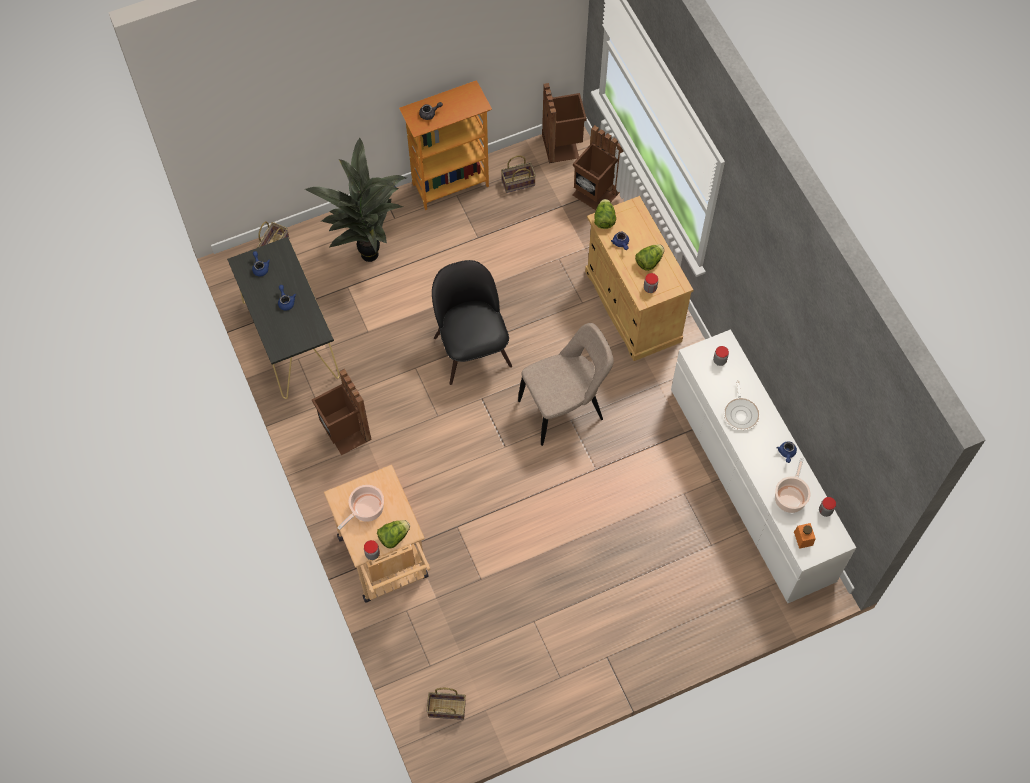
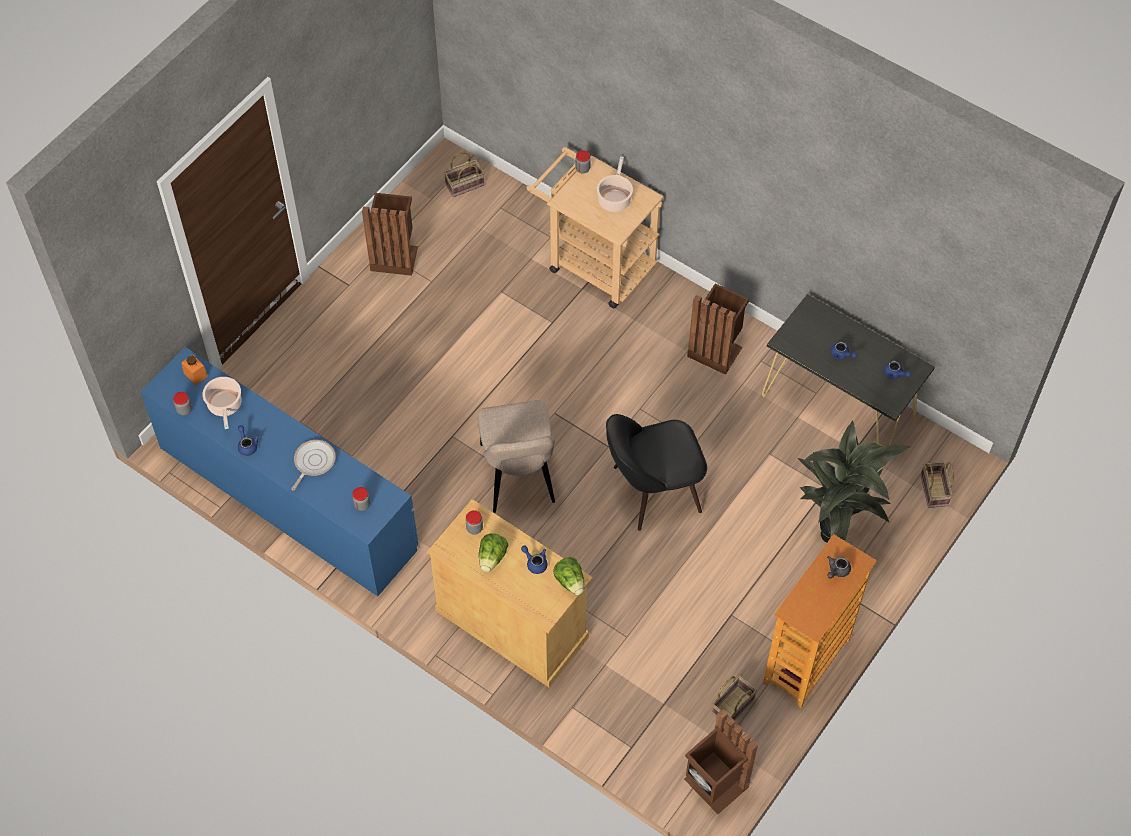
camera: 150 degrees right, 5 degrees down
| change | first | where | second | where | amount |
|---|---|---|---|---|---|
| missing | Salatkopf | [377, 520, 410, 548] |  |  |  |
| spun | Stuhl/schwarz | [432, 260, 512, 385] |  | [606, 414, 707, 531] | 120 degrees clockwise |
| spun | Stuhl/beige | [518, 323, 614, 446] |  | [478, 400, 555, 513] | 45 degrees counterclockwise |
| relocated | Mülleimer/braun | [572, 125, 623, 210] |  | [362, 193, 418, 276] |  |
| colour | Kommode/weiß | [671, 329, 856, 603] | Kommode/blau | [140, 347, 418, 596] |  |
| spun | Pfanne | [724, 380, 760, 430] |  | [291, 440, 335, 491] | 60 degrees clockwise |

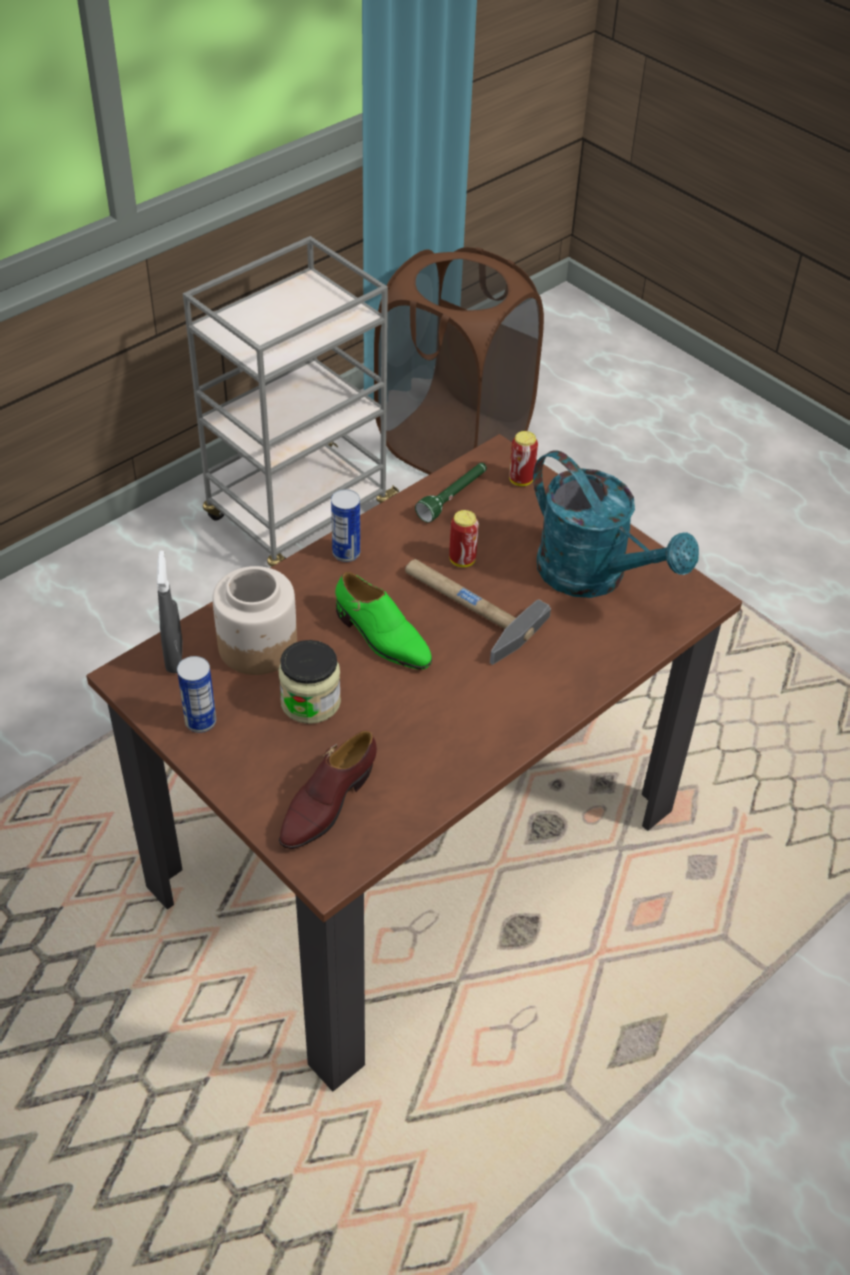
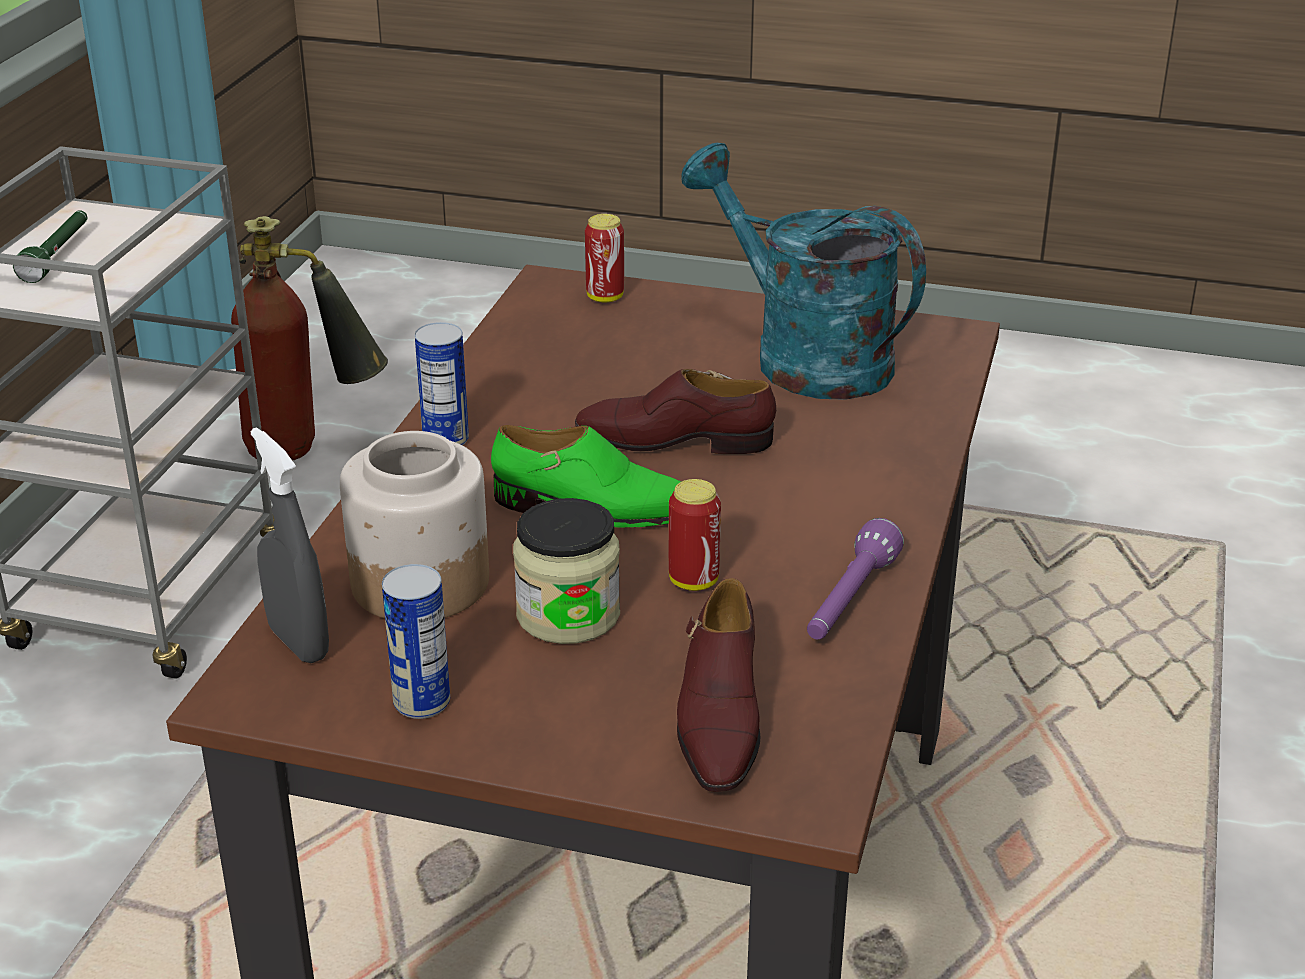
camera: 30 degrees left, 15 degrees down
| change | first | where | second | where | amount |
|---|---|---|---|---|---|
| exchanged | Wäschekorb/braun | [374, 247, 544, 475] | Feuerlöscher | [231, 216, 388, 461] |  |
| exchanged | Hammer | [405, 559, 551, 665] | Schuh/braun | [575, 369, 776, 454] |  |
| relocated | Taschenlampe/grün | [415, 463, 487, 522] |  | [13, 210, 87, 283] |  |
| relocated | Dose | [449, 510, 479, 567] |  | [669, 479, 721, 591] |  |
| spun | Gießkanne/türkis | [533, 450, 699, 598] |  | [681, 143, 926, 400] | 150 degrees counterclockwise |
| appeared |  |  | Taschenlampe/lila | [807, 518, 904, 639] |  |

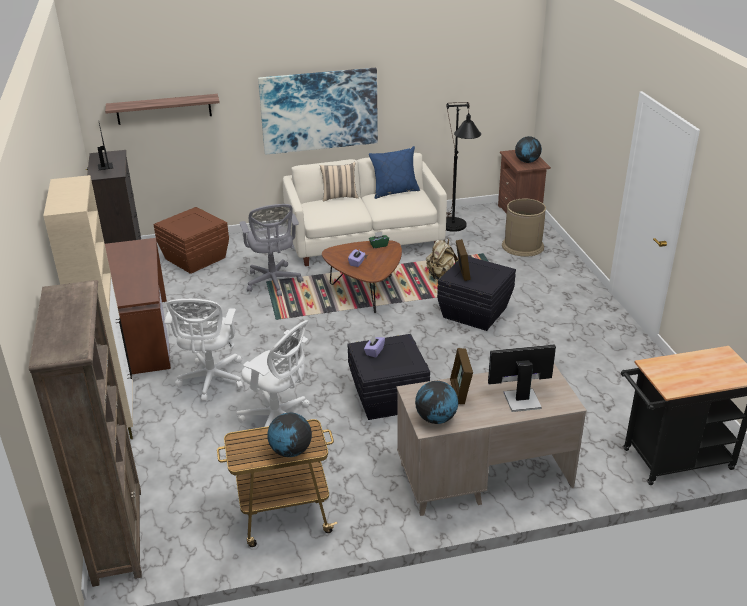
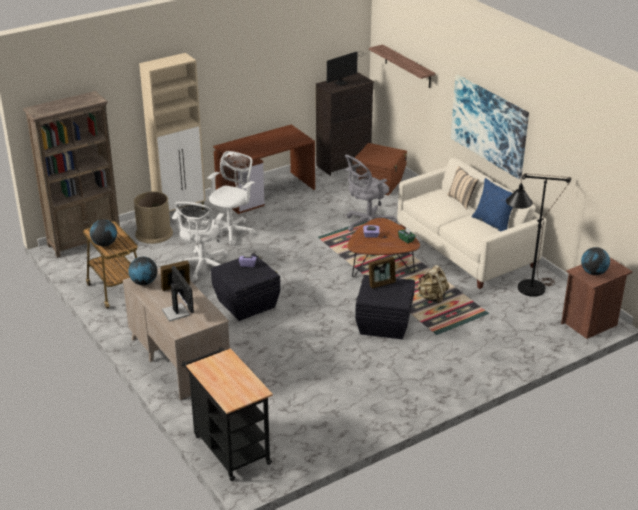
camera: 70 degrees right, 0 degrees up
| change | first | where | second | where | amount |
|---|---|---|---|---|---|
| spun | Bürostuhl/weiß | [164, 299, 243, 402] |  | [207, 151, 256, 246] | 135 degrees clockwise |
| relocated | Mülleimer/braun | [502, 199, 546, 257] |  | [134, 191, 173, 244] |  |

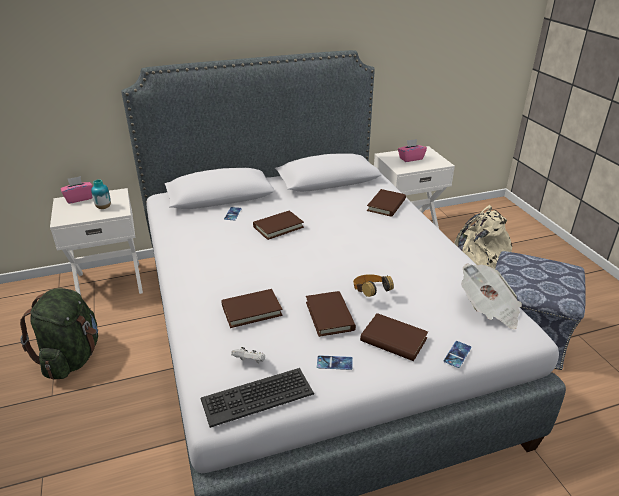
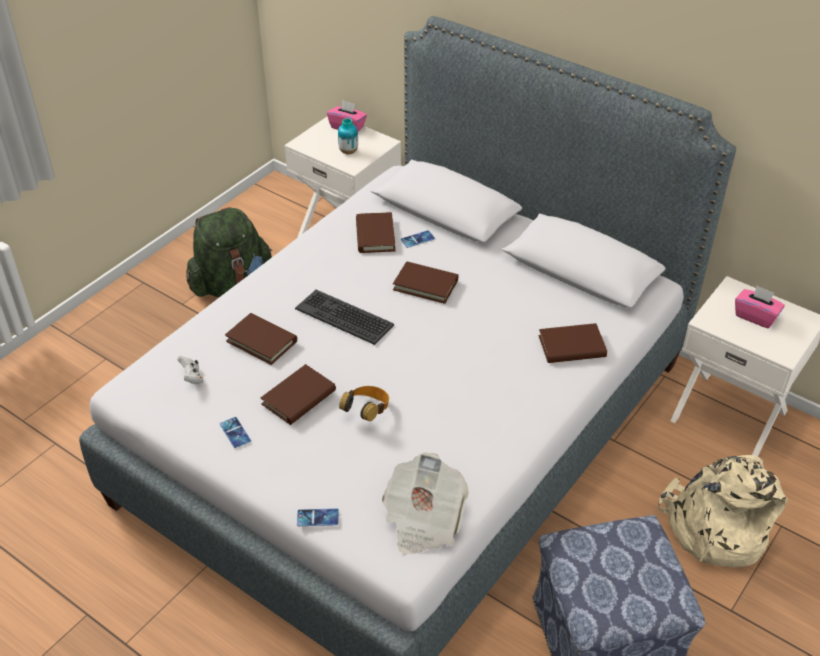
camera: 55 degrees right, 10 degrees up
| change | first | where | second | where | amount |
|---|---|---|---|---|---|
| relocated | Tastatur | [201, 368, 314, 428] |  | [295, 290, 394, 345] |  |
| relocated | Buch/braun | [360, 313, 428, 361] |  | [356, 212, 395, 253] |  |

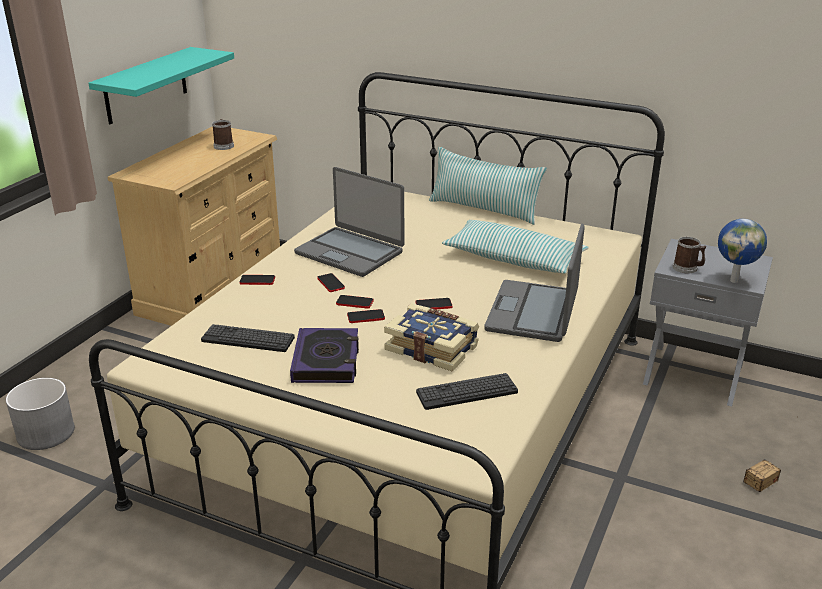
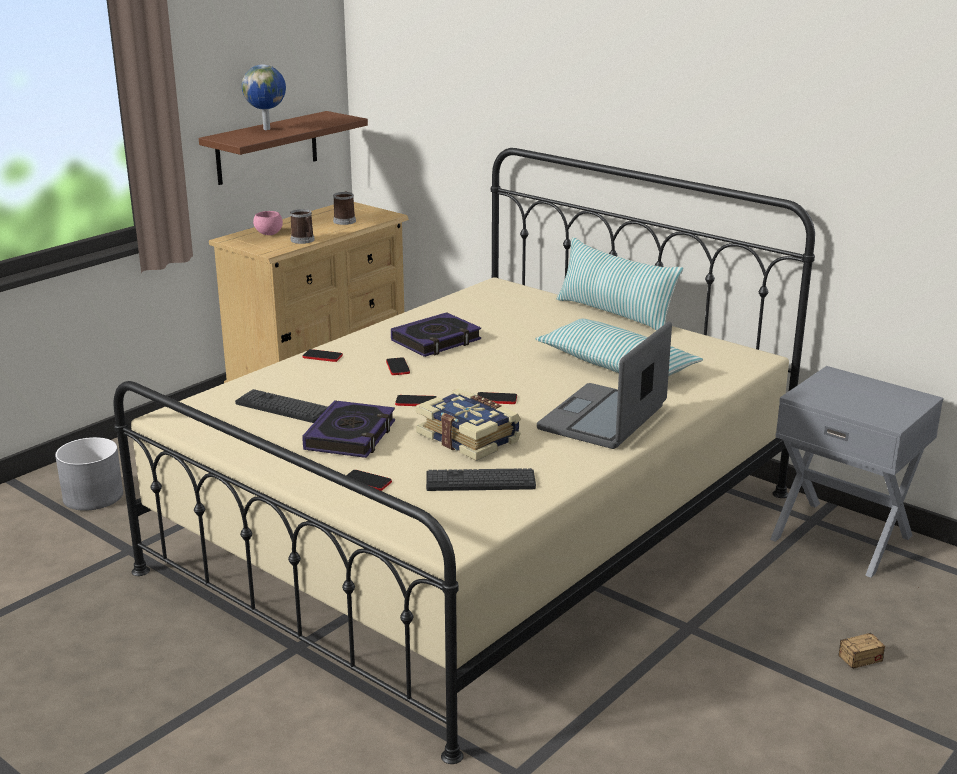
camera: 15 degrees right, 5 degrees down
| change | first | where | second | where | amount |
|---|---|---|---|---|---|
| colour | Wandregal/türkis | [88, 47, 234, 124] | Wandregal/braun | [199, 111, 368, 185] |  |
| exchanged | Laptop | [294, 167, 404, 277] | Buch | [391, 312, 481, 357] |  |
| relocated | Handy | [336, 295, 374, 309] |  | [346, 470, 392, 491] |  |
| relocated | Henkelbecher | [672, 237, 706, 273] |  | [290, 209, 314, 244] |  |
| relocated | Globus | [718, 219, 767, 283] |  | [242, 65, 286, 130] |  |
| appeared |  |  | Schüssel/rosa | [253, 211, 283, 235] |  |

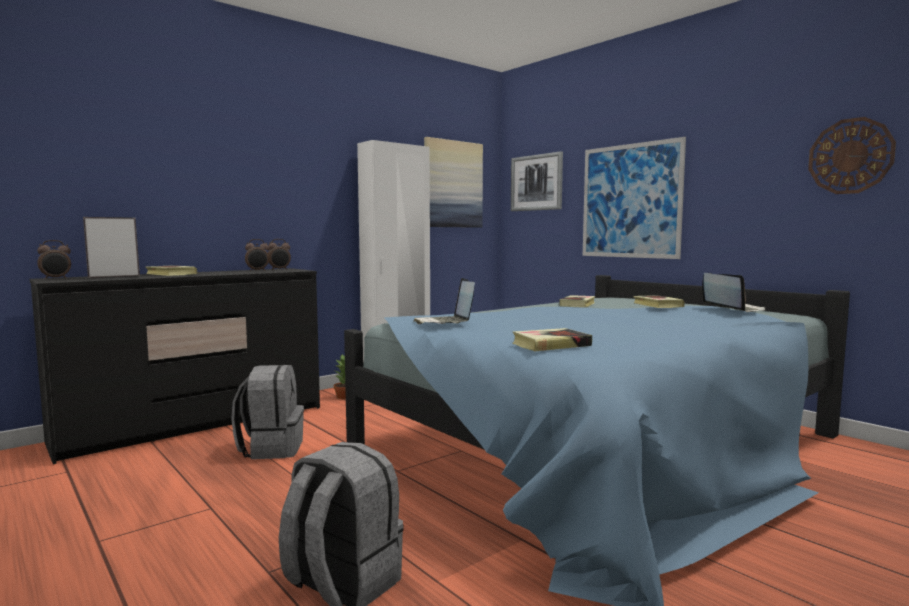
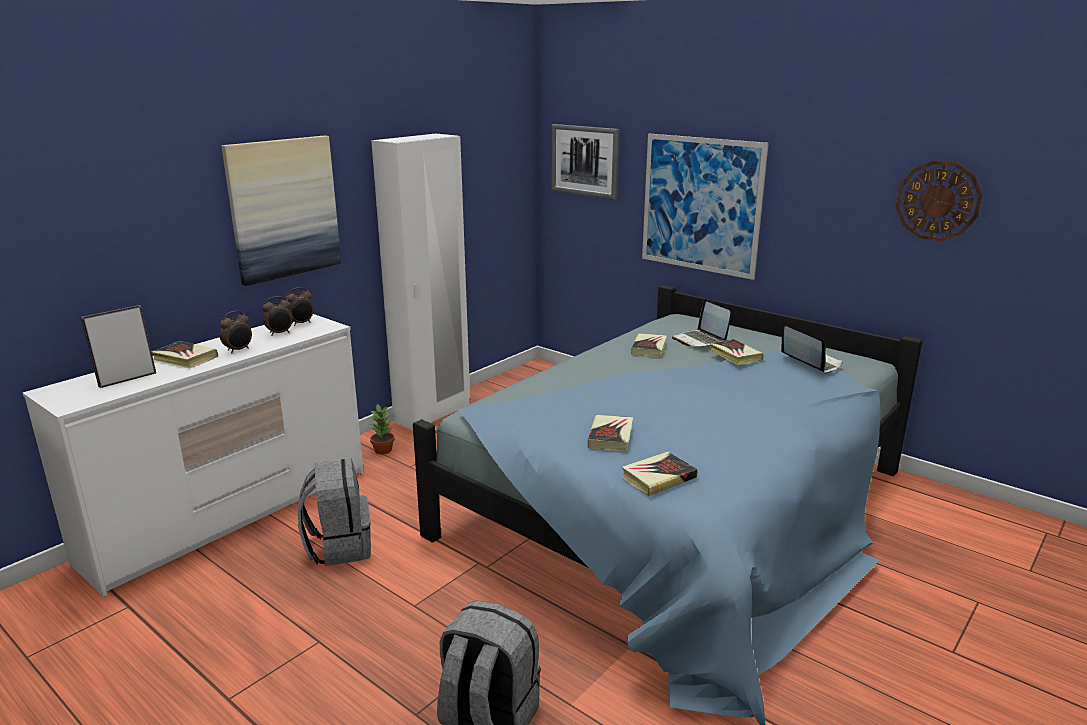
camera: 10 degrees left, 15 degrees up
| change | first | where | second | where | amount |
|---|---|---|---|---|---|
| colour | Kommode/schwarz | [30, 268, 320, 464] | Kommode/weiß | [23, 314, 364, 597] |  |
| relocated | Wecker | [37, 240, 71, 279] |  | [220, 311, 252, 353] |  |
| relocated | Laptop | [413, 278, 475, 324] |  | [672, 299, 731, 347] |  |
| relocated | Bild | [424, 137, 483, 228] |  | [221, 136, 341, 286] |  |
| appeared |  |  | Buch | [588, 415, 633, 452] |  |

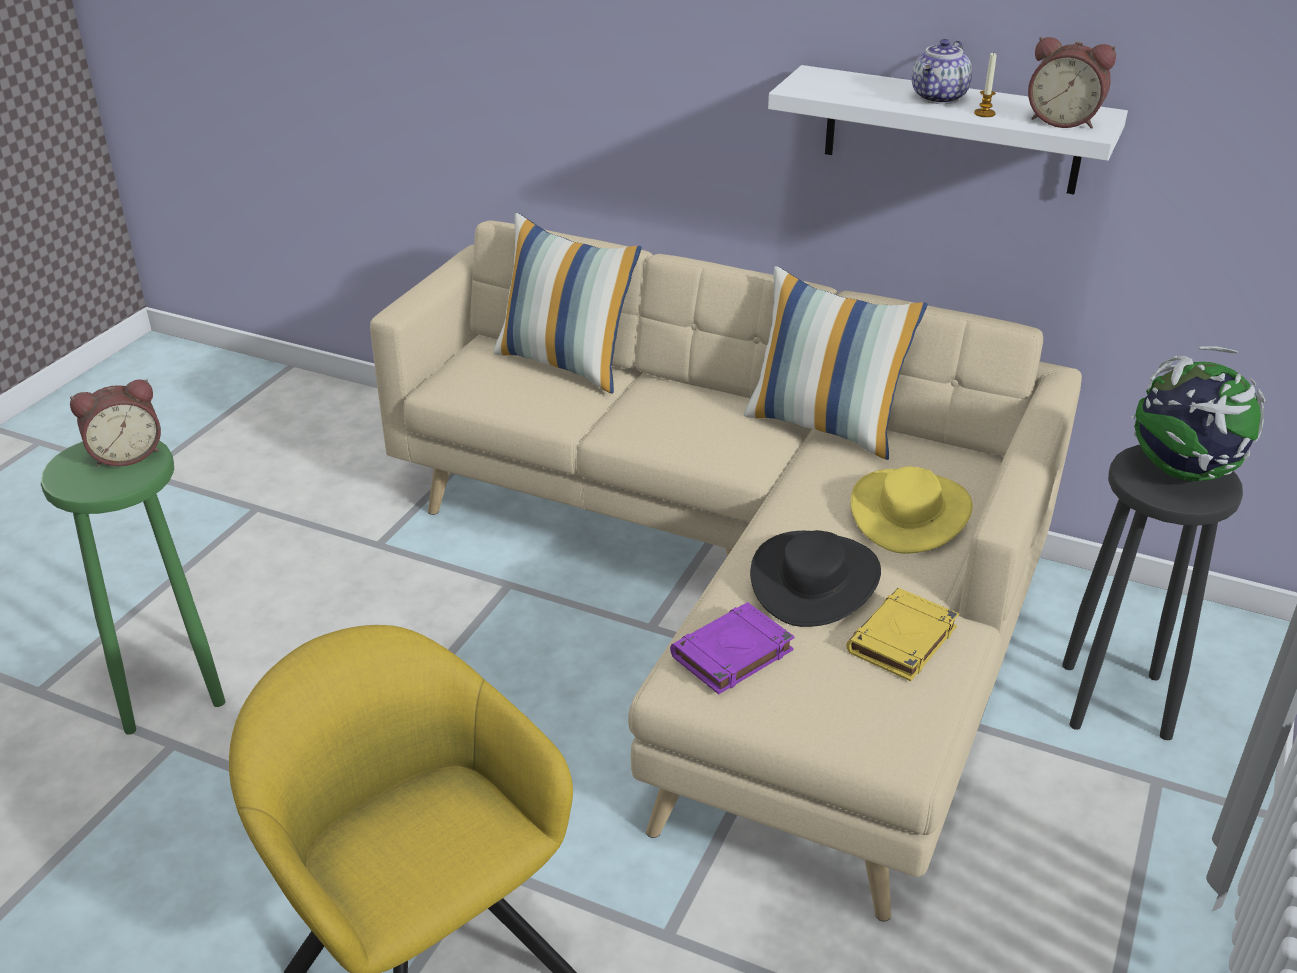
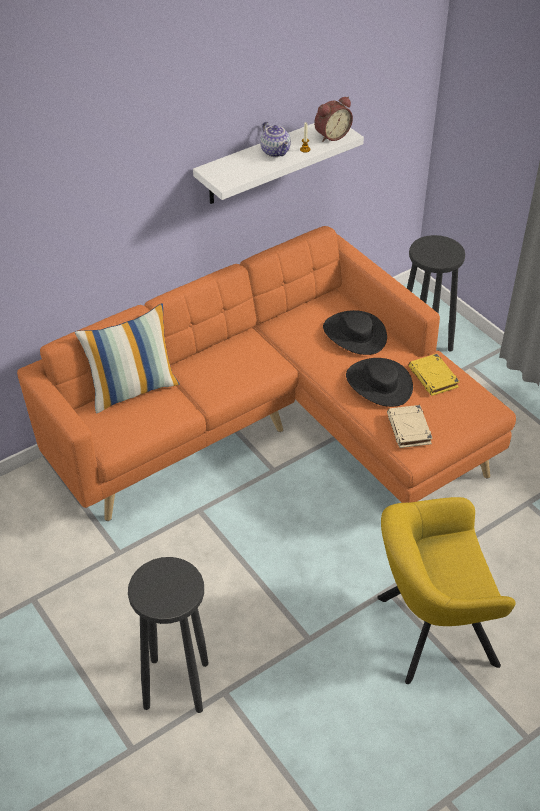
camera: 60 degrees left, 10 degrees up
| change | first | where | second | where | amount |
|---|---|---|---|---|---|
| colour | Hocker/grün | [41, 440, 226, 735] | Hocker/schwarz | [128, 557, 208, 713] |  |
| missing | Wecker | [70, 379, 161, 467] |  |  |  |
| colour | Sofa/beige | [370, 220, 1082, 922] | Sofa/orange | [17, 226, 516, 521] |  |
| colour | Buch/lila | [670, 602, 795, 695] | Buch/beige | [387, 405, 433, 448] |  |
| missing | Kissen | [744, 266, 928, 460] |  |  |  |
| colour | Hut/gelb | [851, 466, 973, 554] | Hut/schwarz | [323, 310, 387, 355] |  |
| missing | Globus | [1131, 346, 1266, 481] |  |  |  |

